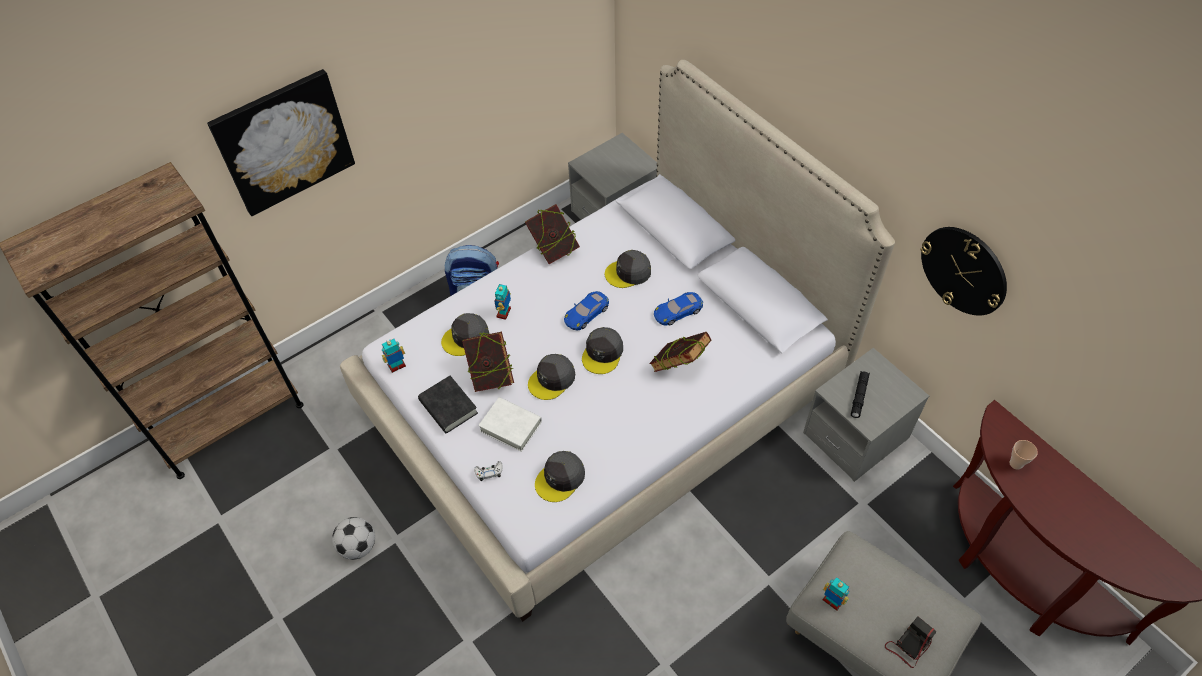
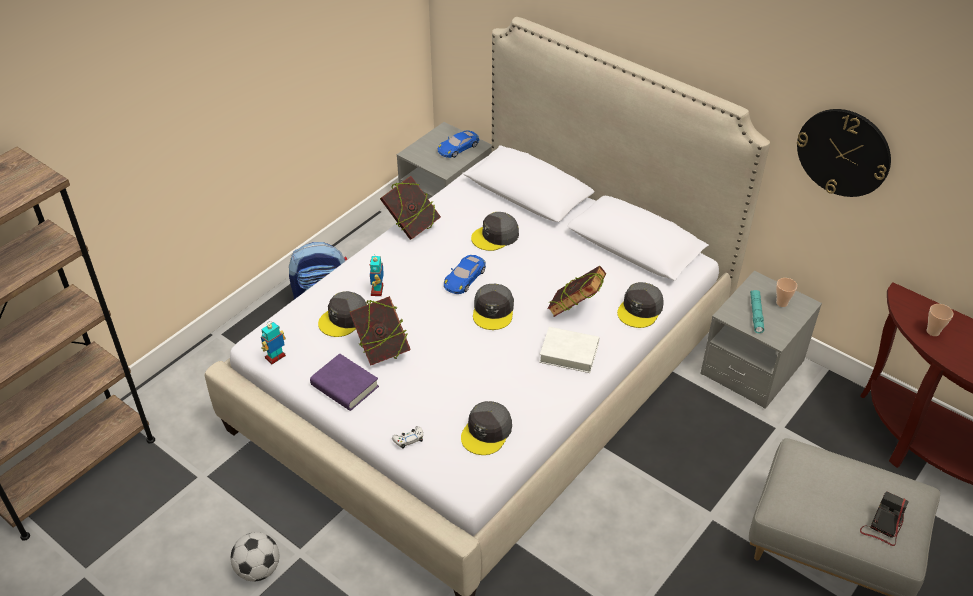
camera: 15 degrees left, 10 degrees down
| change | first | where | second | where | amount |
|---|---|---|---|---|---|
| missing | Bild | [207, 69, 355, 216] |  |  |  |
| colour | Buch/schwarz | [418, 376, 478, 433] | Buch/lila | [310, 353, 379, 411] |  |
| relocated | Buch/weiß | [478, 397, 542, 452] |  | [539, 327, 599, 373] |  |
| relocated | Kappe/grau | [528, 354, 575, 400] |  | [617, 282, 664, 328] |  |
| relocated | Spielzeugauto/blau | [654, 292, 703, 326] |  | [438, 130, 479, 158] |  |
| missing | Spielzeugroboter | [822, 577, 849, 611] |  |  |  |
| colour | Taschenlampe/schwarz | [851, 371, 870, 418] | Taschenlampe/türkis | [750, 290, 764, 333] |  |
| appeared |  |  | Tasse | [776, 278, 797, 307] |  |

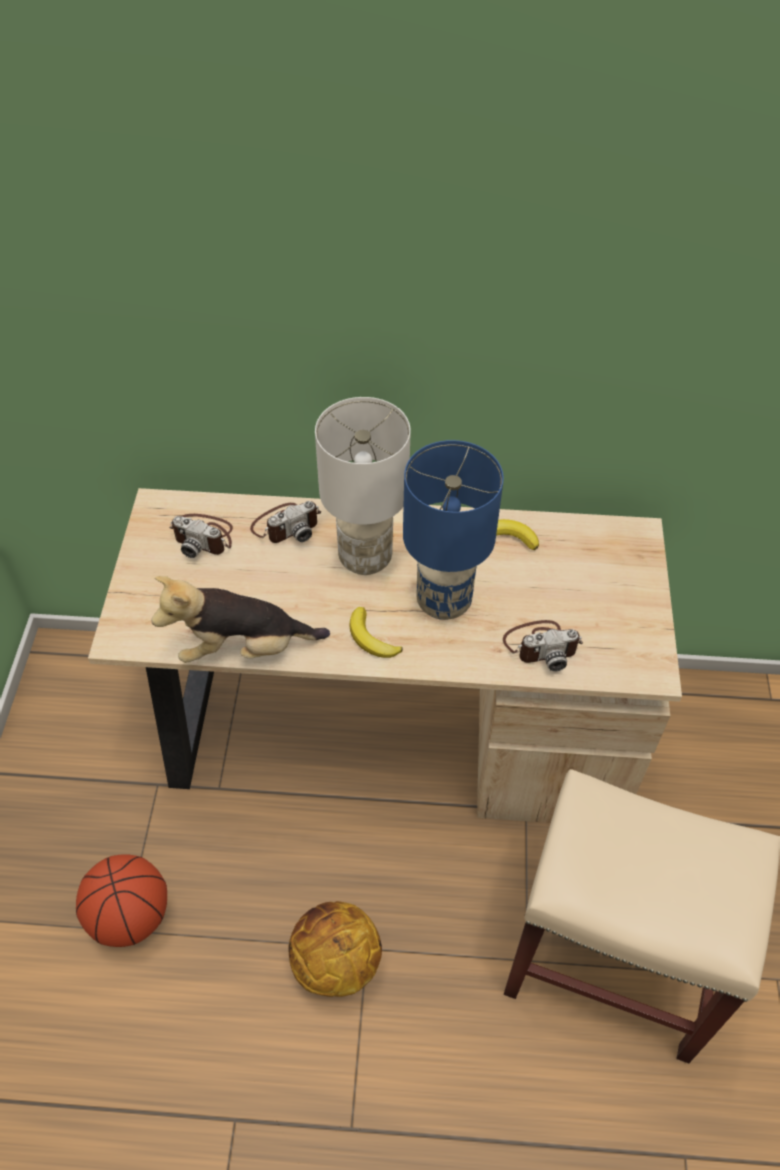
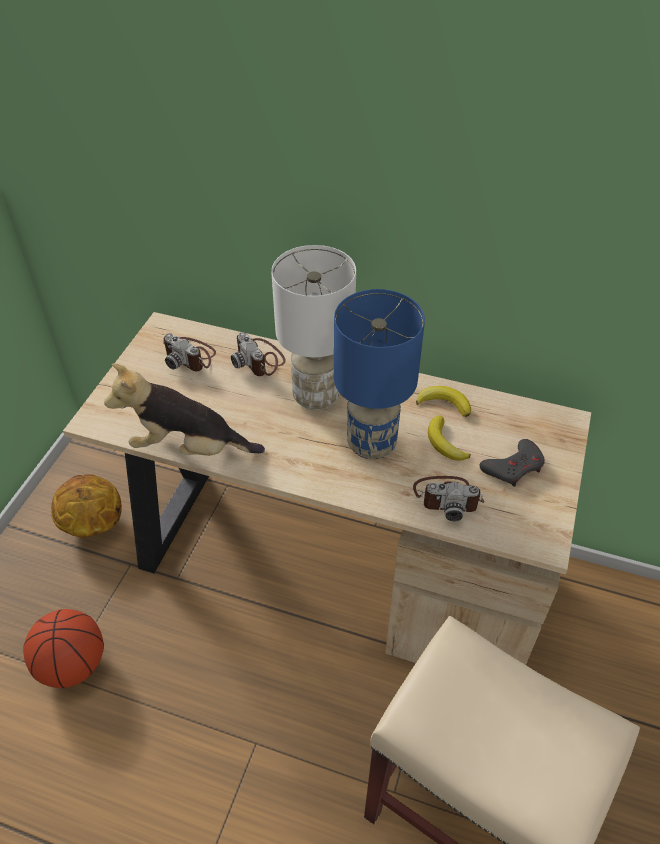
camera: 15 degrees right, 5 degrees down
| change | first | where | second | where | amount |
|---|---|---|---|---|---|
| spun | Kamera | [250, 501, 321, 543] |  | [231, 332, 286, 376] | 75 degrees clockwise |
| relocated | Basketball | [289, 901, 382, 997] |  | [51, 474, 122, 538] |  |
| relocated | Banane | [350, 607, 403, 658] |  | [428, 415, 471, 461] |  |
| appeared |  |  | Gamepad/grau | [480, 439, 544, 487] |  |

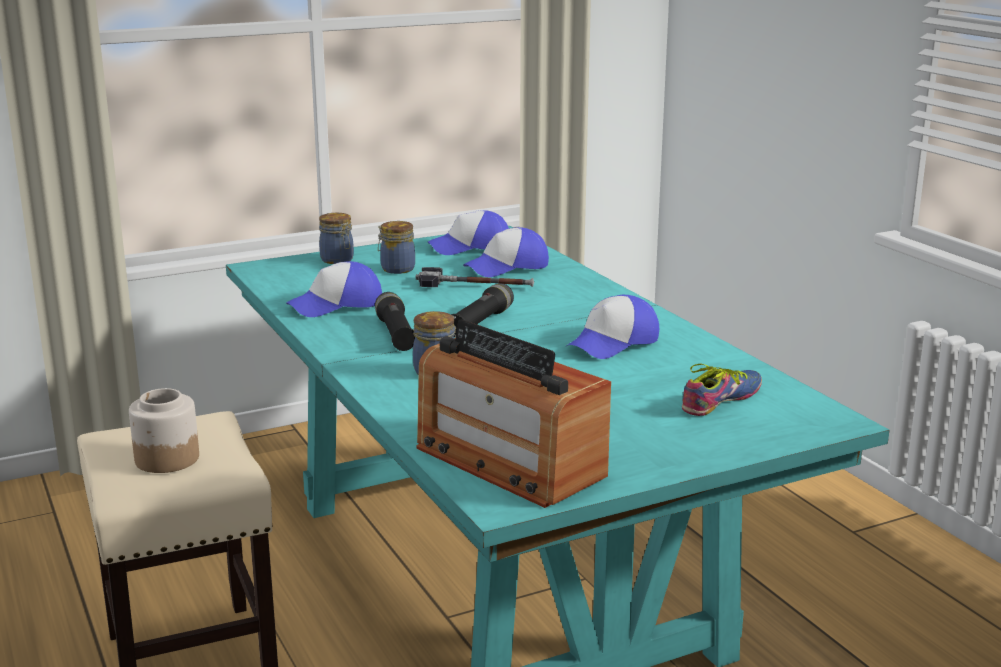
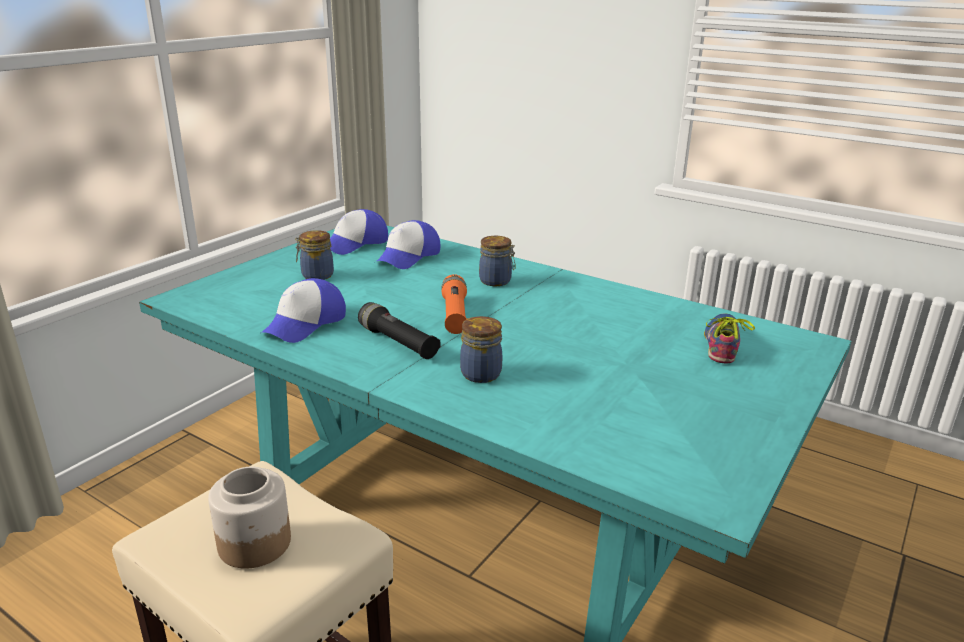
camera: 30 degrees left, 5 degrees up
| change | first | where | second | where | amount |
|---|---|---|---|---|---|
| relocated | Vorratsglas | [319, 213, 354, 264] |  | [479, 236, 515, 286] |  |
| missing | Hammer | [416, 267, 534, 287] |  |  |  |
| missing | Radio | [416, 319, 611, 508] |  |  |  |
| colour | Taschenlampe/schwarz | [451, 283, 514, 337] | Taschenlampe/orange | [441, 274, 467, 334] |  |
| missing | Kappe | [565, 295, 659, 359] |  |  |  |

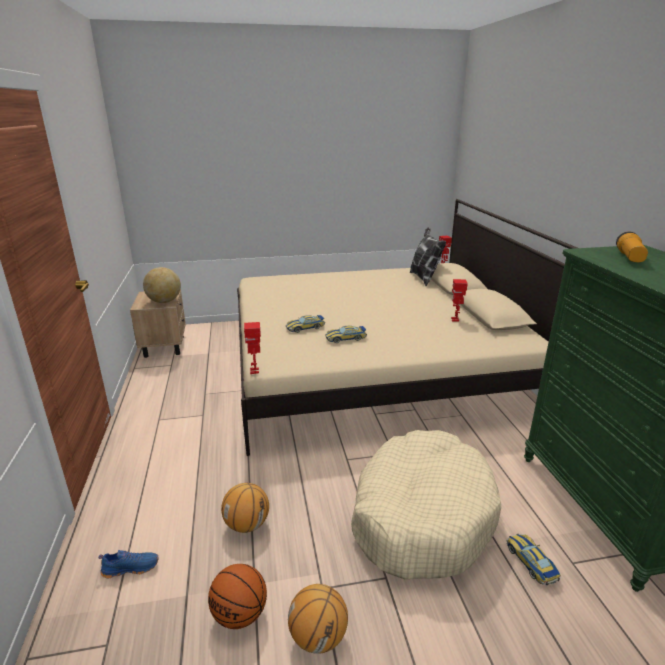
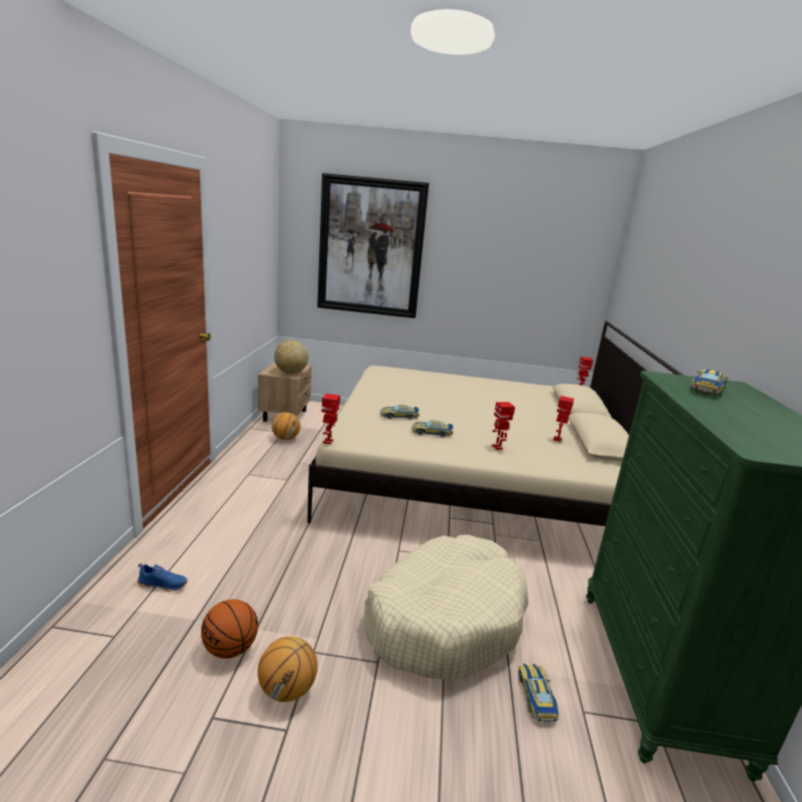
camera: 15 degrees right, 5 degrees down
| change | first | where | second | where | amount |
|---|---|---|---|---|---|
| relocated | Basketball | [221, 483, 269, 533] |  | [272, 412, 301, 440] |  |
| missing | Kissen | [410, 228, 446, 286] |  |  |  |
| exchanged | Taschenlampe | [616, 232, 648, 262] | Spielzeugauto | [691, 369, 729, 396] |  |
| appeared |  |  | Bild | [317, 173, 429, 318] |  |
| appeared |  |  | Spielzeugroboter | [492, 402, 515, 450] |  |

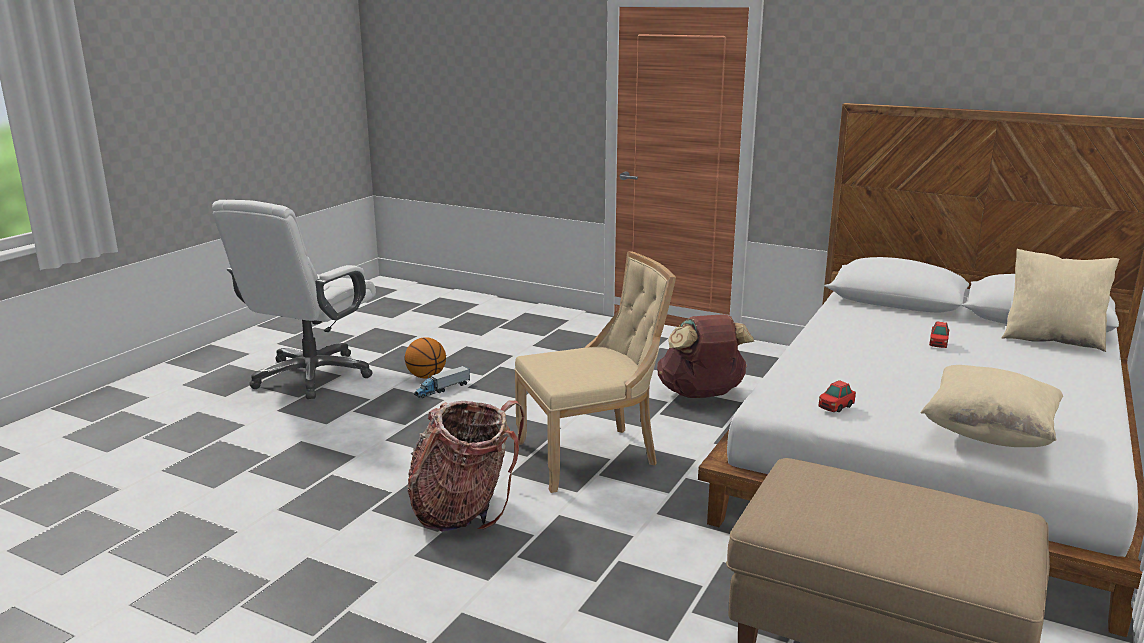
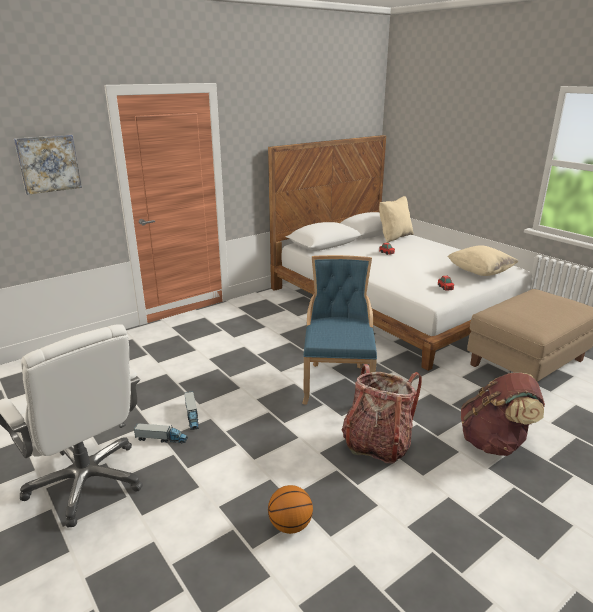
camera: 65 degrees left, 5 degrees up
| change | first | where | second | where | amount |
|---|---|---|---|---|---|
| relocated | Basketball | [405, 337, 446, 378] |  | [268, 485, 313, 534] |  |
| colour | Stuhl/beige | [515, 251, 676, 493] | Stuhl/blau | [303, 255, 377, 404] |  |
| relocated | Rucksack/braun | [657, 314, 754, 398] |  | [461, 372, 545, 456] |  |
| appeared |  |  | Bild | [14, 135, 82, 195] |  |
| appeared |  |  | Spielzeuglaster | [133, 423, 188, 444] |  |

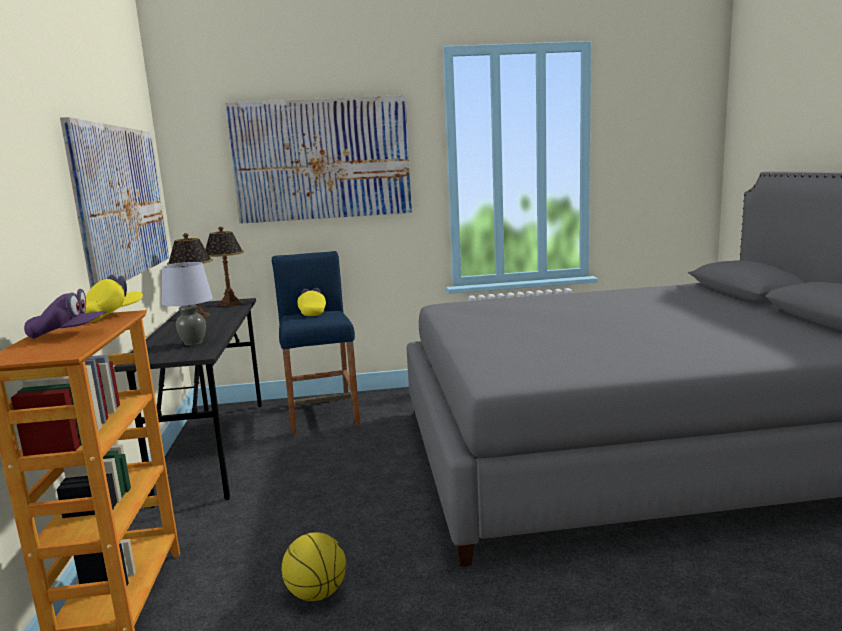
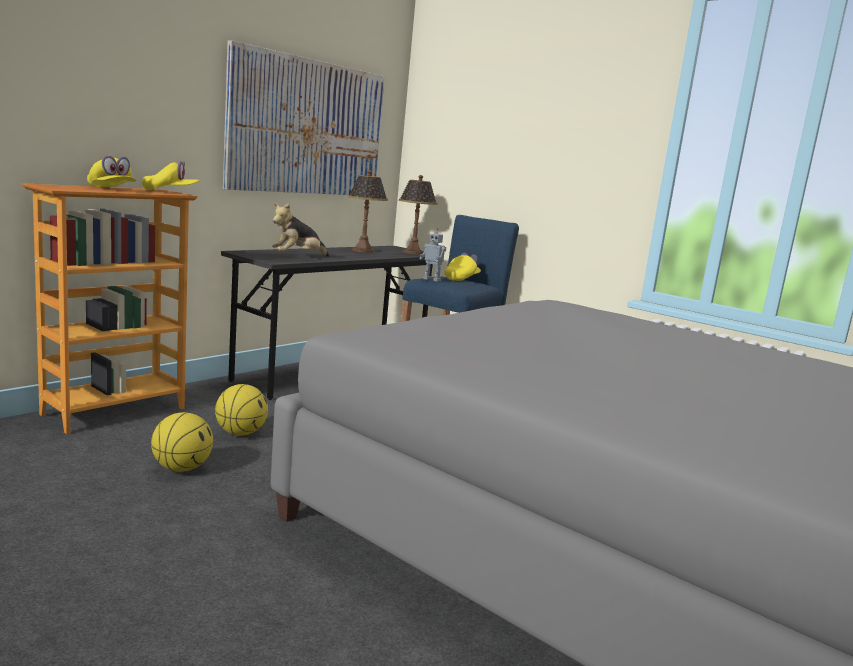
camera: 45 degrees right, 0 degrees up
| change | first | where | second | where | amount |
|---|---|---|---|---|---|
| colour | Kappe/lila | [24, 289, 107, 339] | Kappe/gelb | [87, 155, 136, 187] |  |
| exchanged | Tischlampe/grau | [162, 262, 213, 346] | Plüschtier | [272, 203, 330, 257] |  |
| missing | Bild | [225, 95, 412, 224] |  |  |  |
| appeared |  |  | Basketball | [215, 384, 268, 436] |  |
| appeared |  |  | Spielzeugroboter | [419, 228, 446, 282] |  |

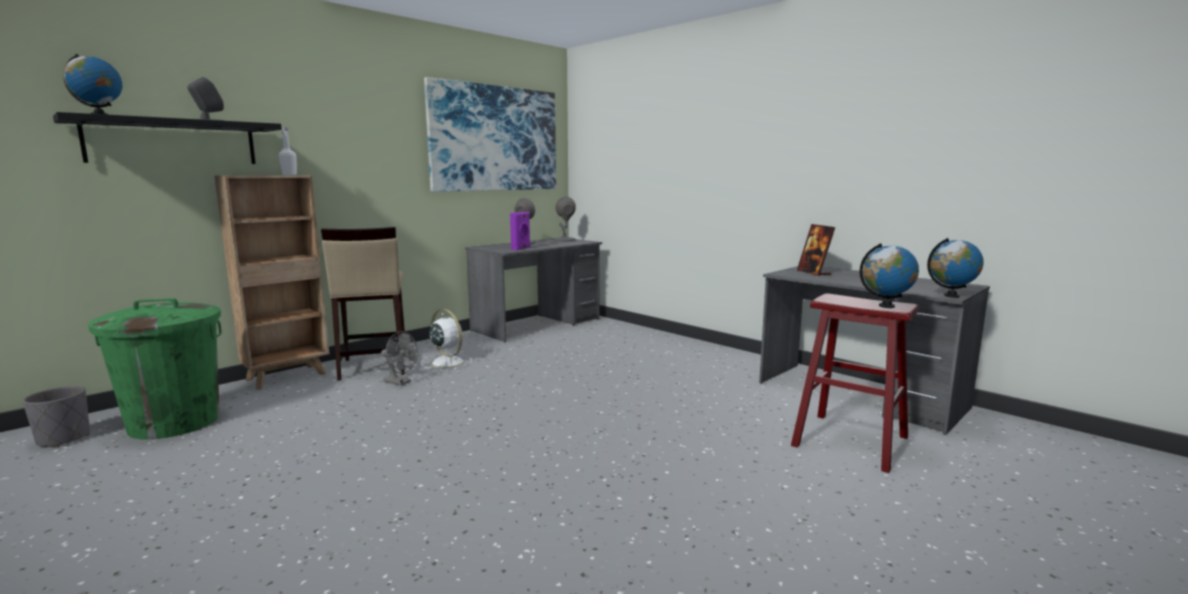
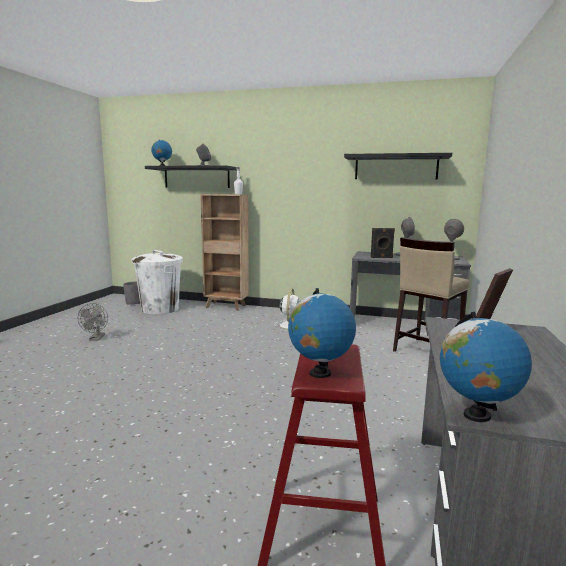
camera: 60 degrees right, 0 degrees up
| change | first | where | second | where | amount |
|---|---|---|---|---|---|
| colour | Mülleimer/grün | [88, 298, 222, 440] | Mülleimer/weiß | [131, 250, 183, 314] |  |
| relocated | Hocker/beige | [321, 227, 405, 381] |  | [393, 237, 469, 352] |  |
| relocated | Ventilator/grau | [381, 331, 418, 386] |  | [78, 303, 108, 341] |  |
| exchanged | Bild | [424, 77, 556, 192] | Wandregal/schwarz | [344, 153, 452, 180] |  |
| colour | Lautsprecher/lila | [510, 212, 530, 250] | Lautsprecher/schwarz | [371, 228, 395, 258] |  |

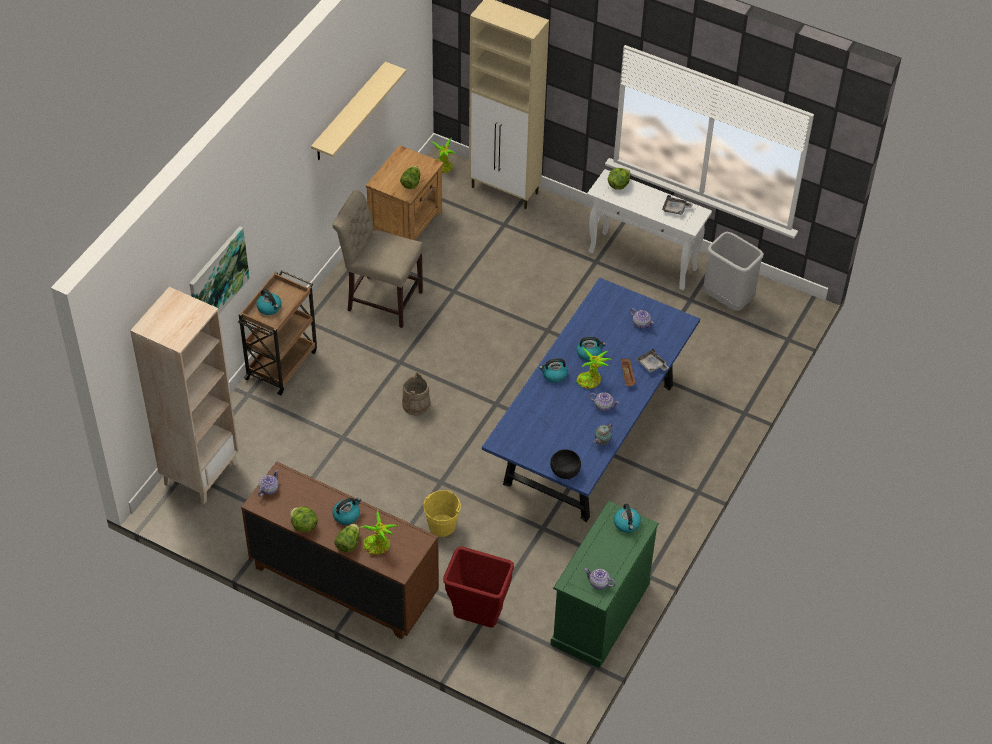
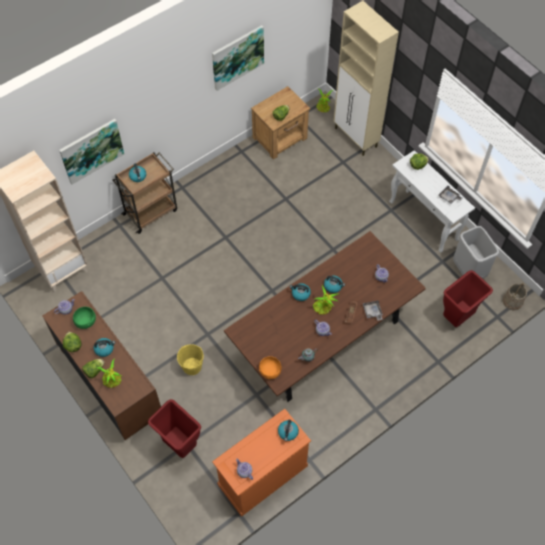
camera: 25 degrees right, 10 degrees up
| change | first | where | second | where | amount |
|---|---|---|---|---|---|
| exchanged | Wandregal/beige | [311, 62, 406, 160] | Bild | [212, 25, 264, 91] |  |
| missing | Stuhl/beige | [332, 190, 423, 328] |  |  |  |
| relocated | Eimer/beige | [402, 372, 431, 416] |  | [503, 283, 527, 311] |  |
| colour | Esstisch/blau | [482, 278, 700, 522] | Esstisch/braun | [224, 231, 426, 402] |  |
| colour | Schüssel/schwarz | [550, 449, 581, 480] | Schüssel/orange | [259, 356, 282, 380] |  |
| colour | Kommode/grün | [550, 501, 659, 668] | Kommode/orange | [212, 409, 311, 517] |  |
| appeared |  |  | Schüssel/grün | [73, 307, 96, 329] |  |
| appeared |  |  | Mülleimer/rot | [443, 270, 493, 327] |  |

